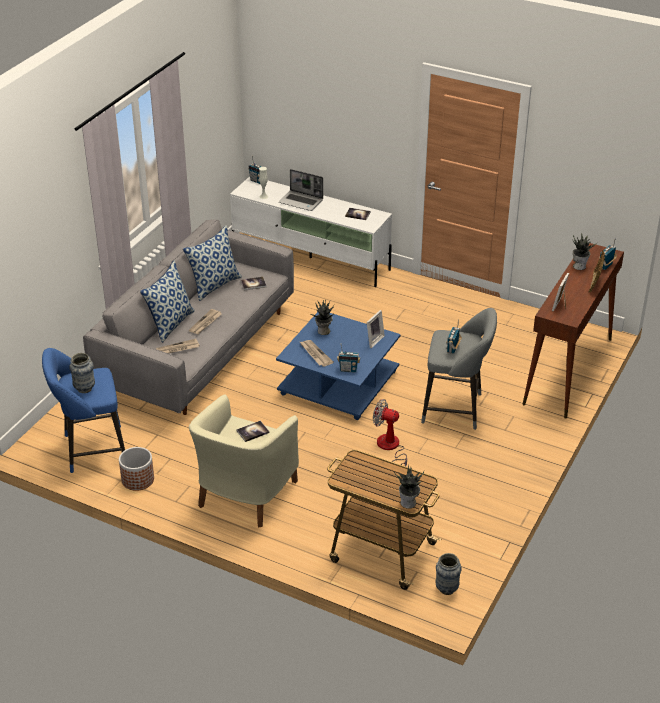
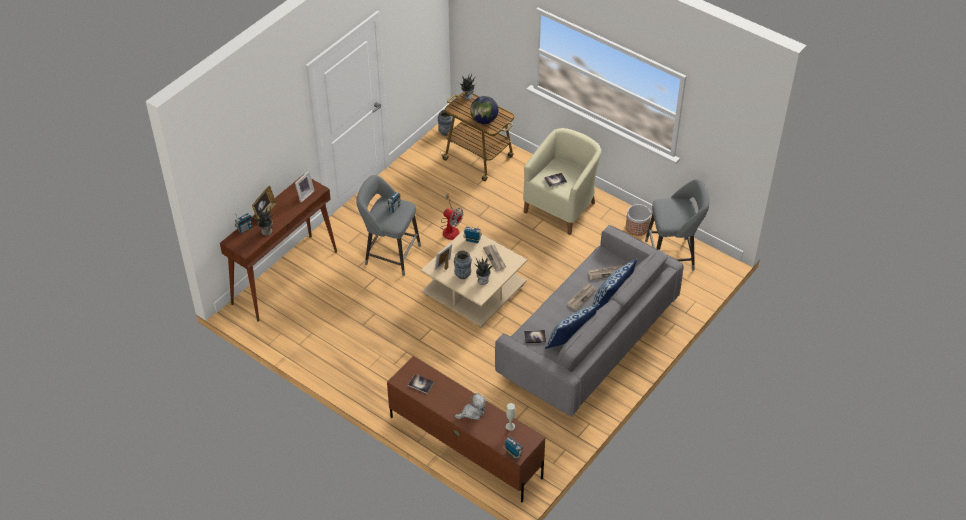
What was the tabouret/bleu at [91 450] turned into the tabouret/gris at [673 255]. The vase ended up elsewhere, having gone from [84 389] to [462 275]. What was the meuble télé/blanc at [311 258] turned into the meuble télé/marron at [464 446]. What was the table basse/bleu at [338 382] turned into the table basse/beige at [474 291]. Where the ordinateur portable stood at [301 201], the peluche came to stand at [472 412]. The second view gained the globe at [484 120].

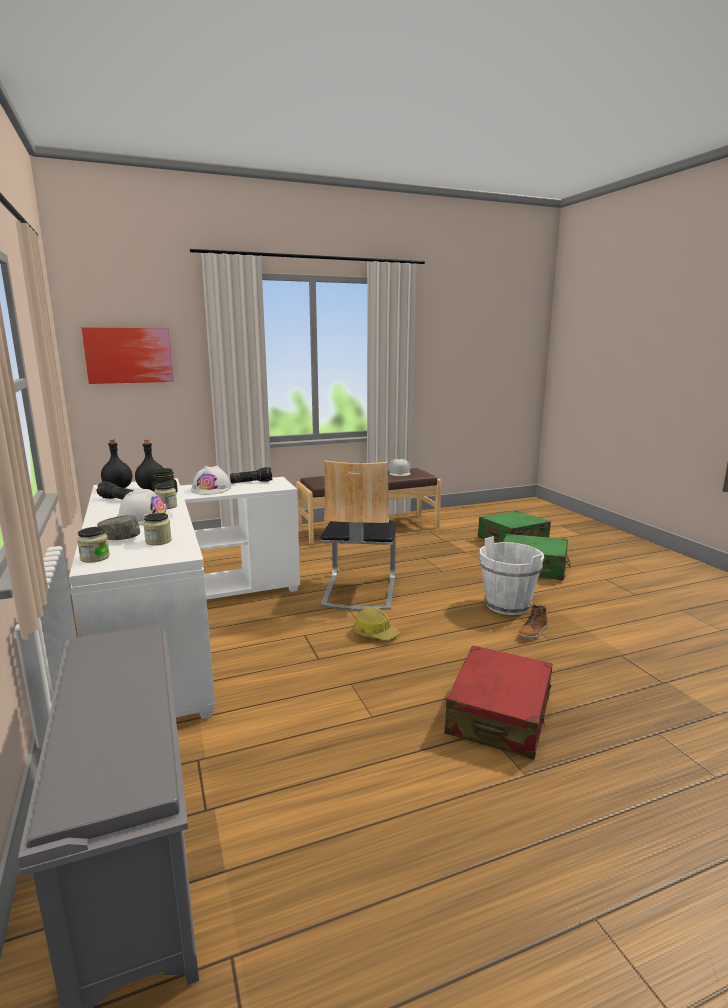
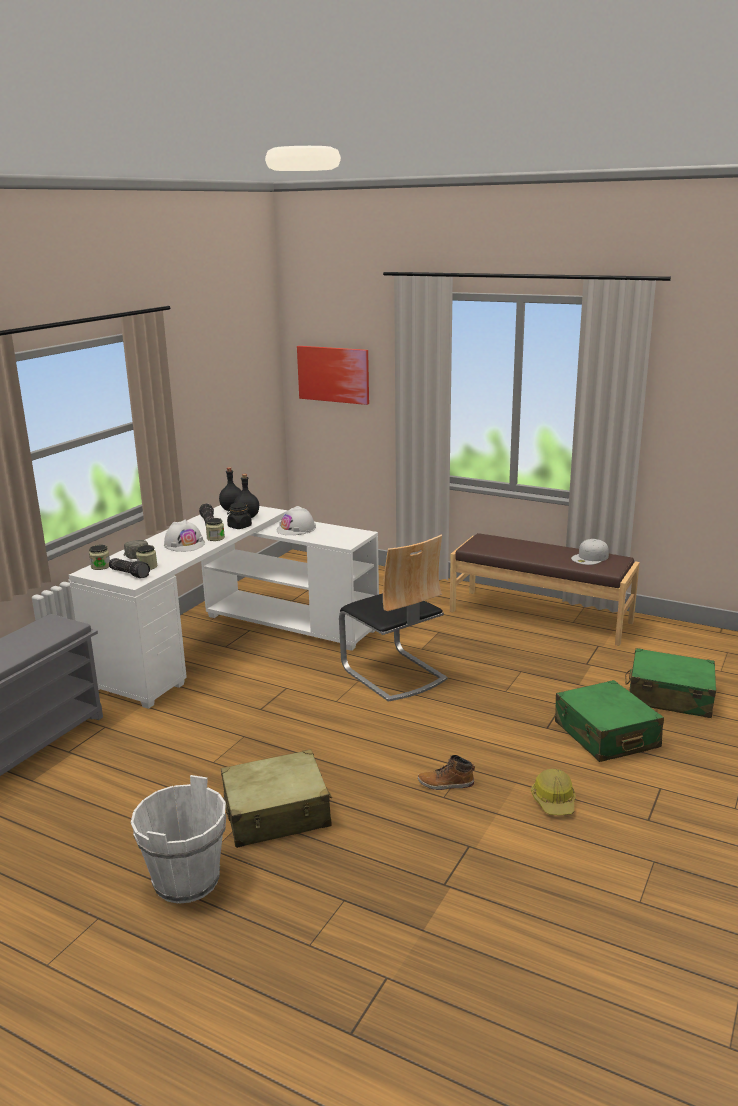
The lampe de poche ended up elsewhere, having gone from [252 482] to [130 573]. The chaise at [359 591] ended up facing another way, 90 degrees counterclockwise from before. The casque de chantier ended up elsewhere, having gone from [375 633] to [554 801]. What was the valise/rouge at [499 716] turned into the valise/beige at [277 813]. The seau/blanc ended up elsewhere, having gone from [507 605] to [186 880].

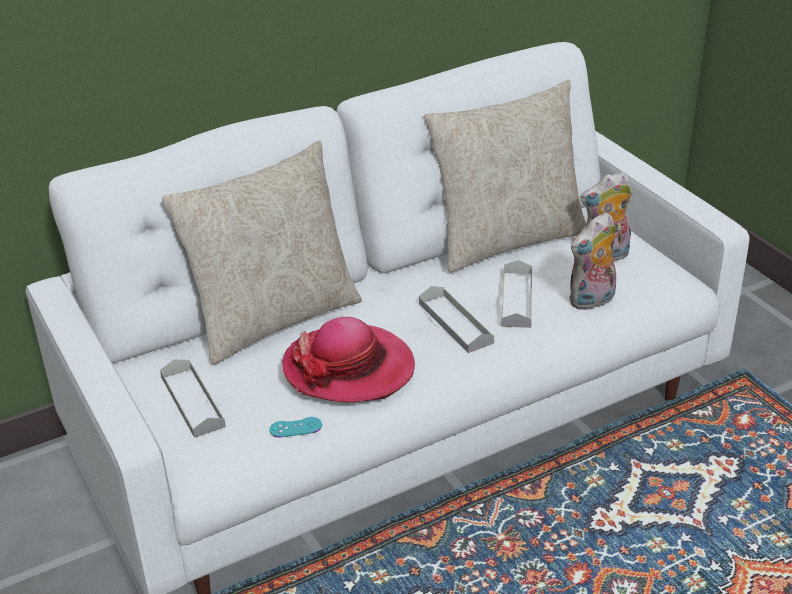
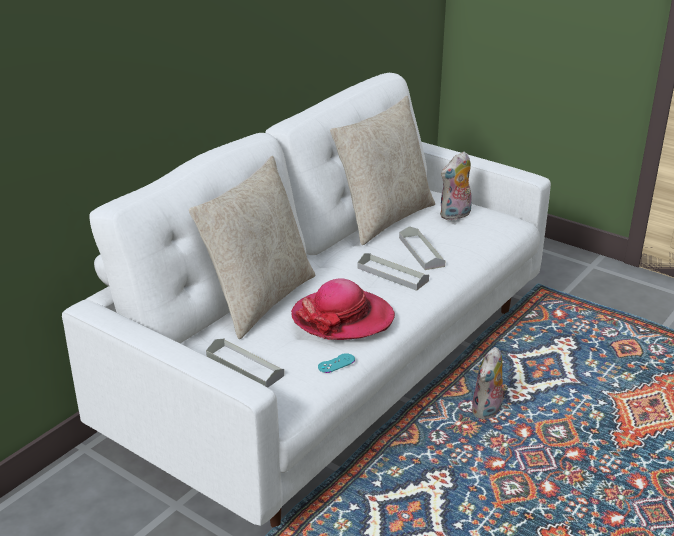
The peluche ended up elsewhere, having gone from [592 301] to [488 411].

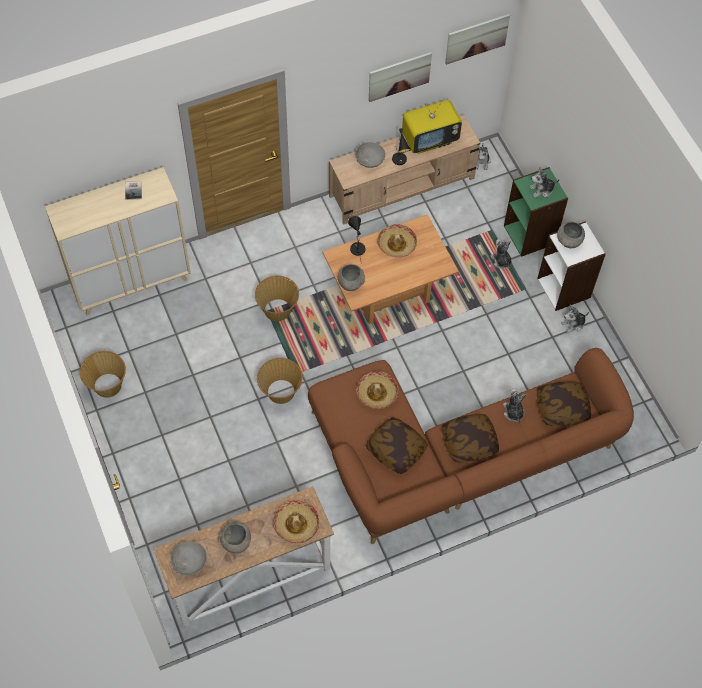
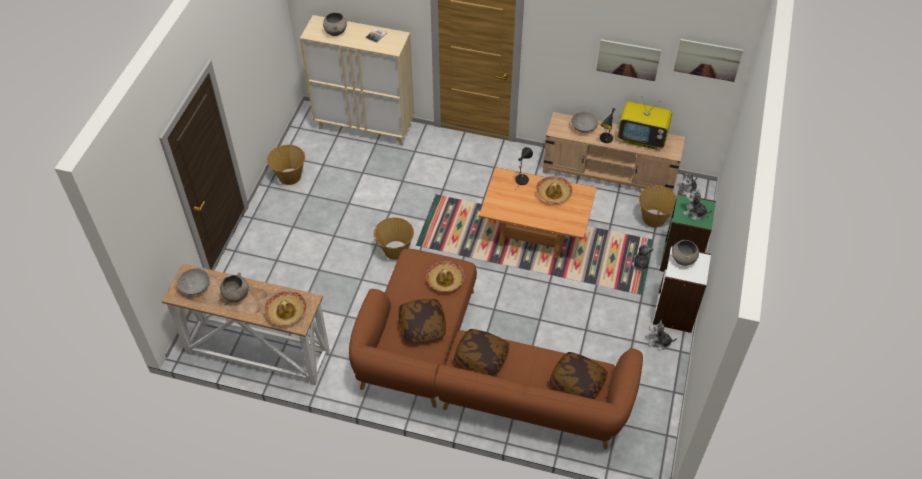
The panier ended up elsewhere, having gone from [278 309] to [654 218]. The bol/gris ended up elsewhere, having gone from [350 283] to [336 32]. The second view lost the peluche at [513 412].

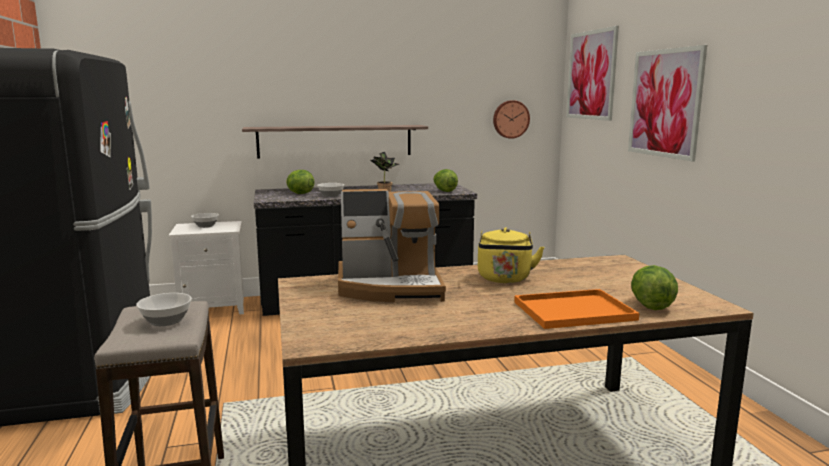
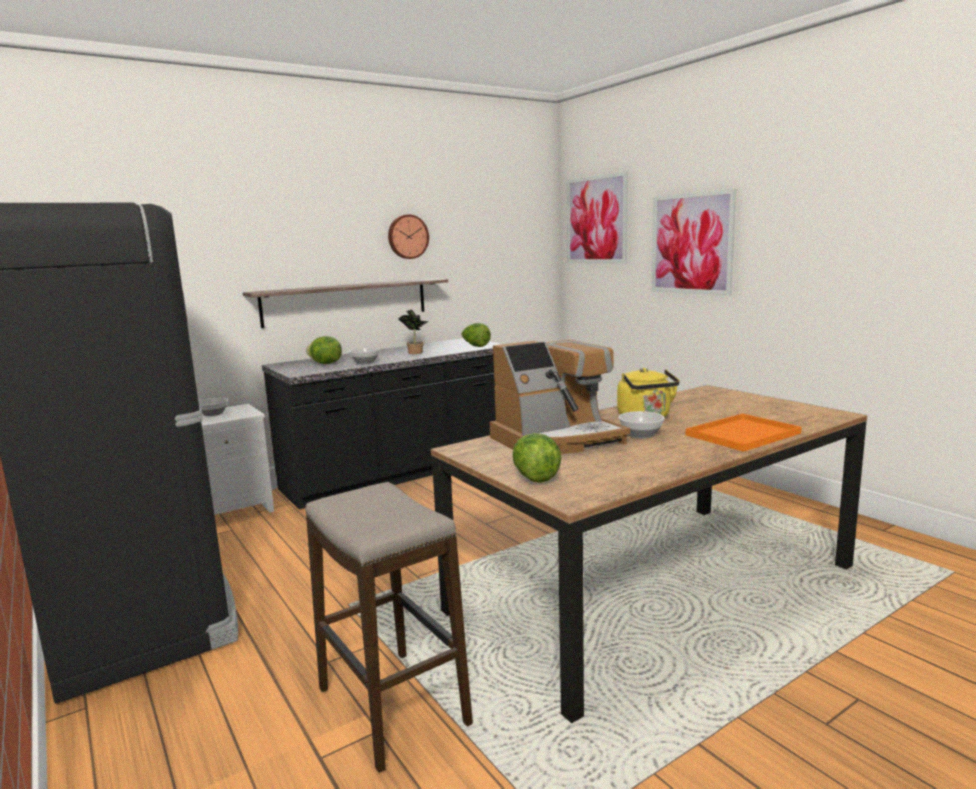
The bol ended up elsewhere, having gone from [167 321] to [640 435]. The horloge murale ended up elsewhere, having gone from [510 119] to [407 237]. The laitue ended up elsewhere, having gone from [650 305] to [535 477].

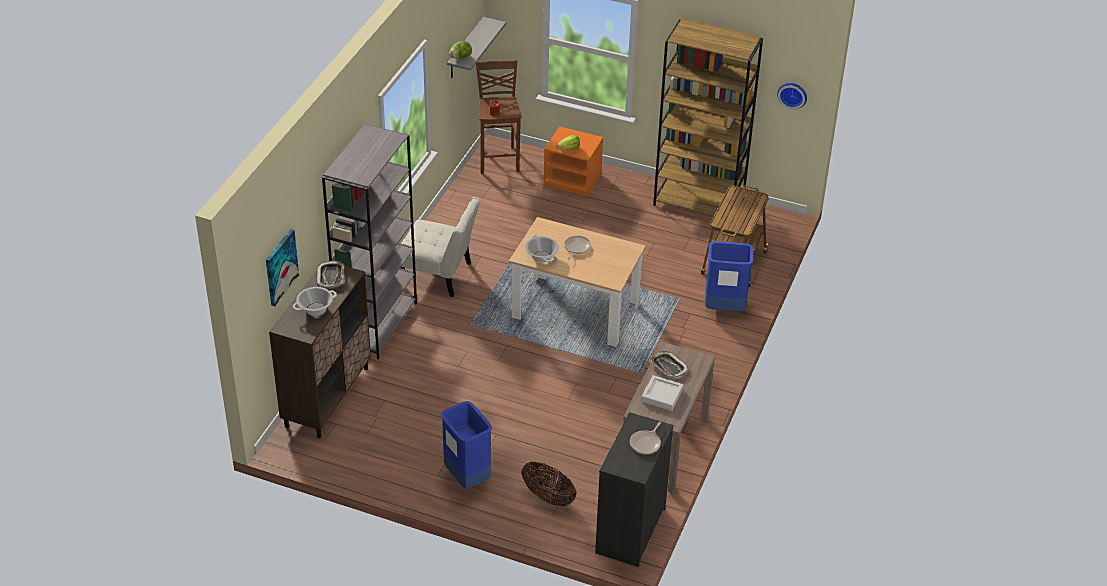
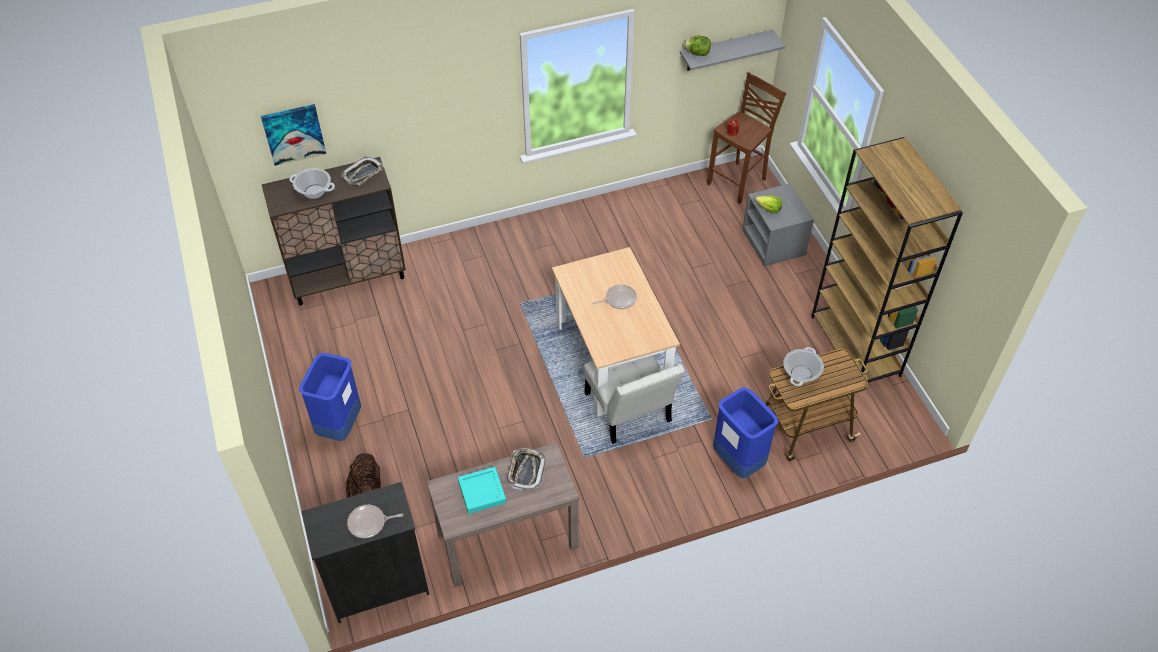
The second view lost the bibliothèque/gris at [377 324]. The chaise/blanc ended up elsewhere, having gone from [439 275] to [629 411]. The marmite ended up elsewhere, having gone from [542 256] to [801 374]. What was the table de chevet/orange at [573 180] turned into the table de chevet/gris at [774 243]. What was the plateau/gris at [662 395] turned into the plateau/turquoise at [482 492]. The second view lost the horloge murale at [792 94].

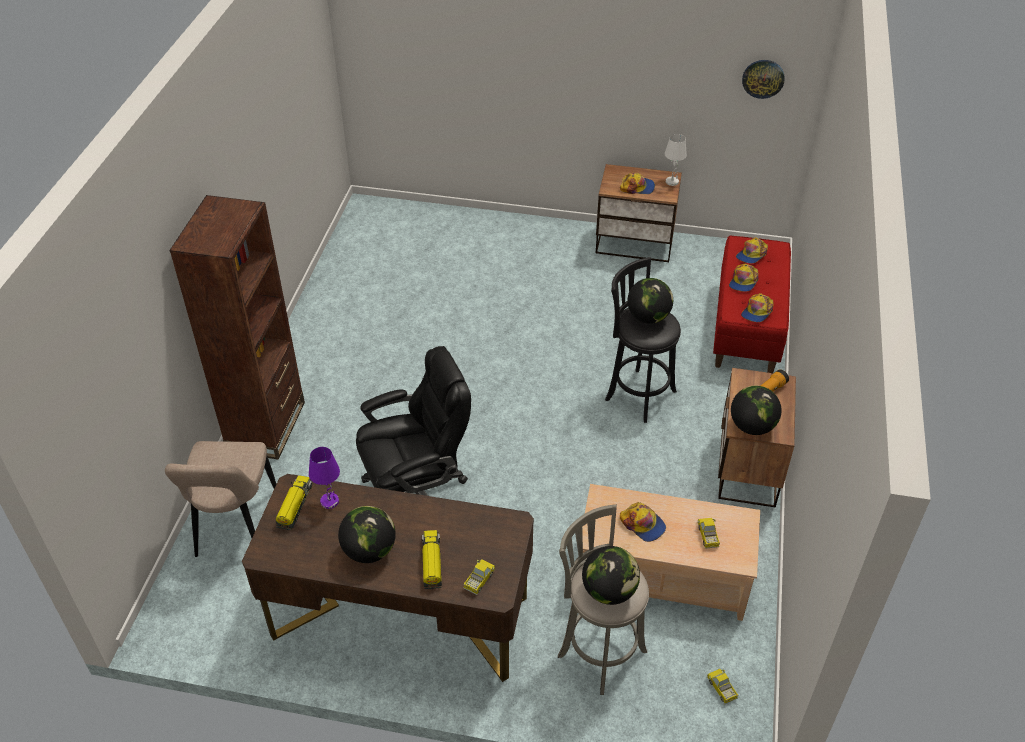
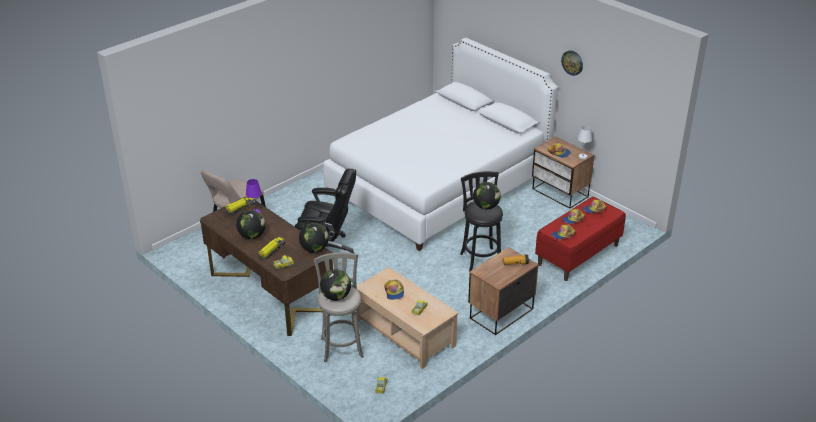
The second view lost the bibliothèque/marron at [266 426]. The globe ended up elsewhere, having gone from [752 426] to [314 249]. The horloge murale ended up elsewhere, having gone from [763 78] to [572 62]. The second view gained the lit/blanc at [438 185].

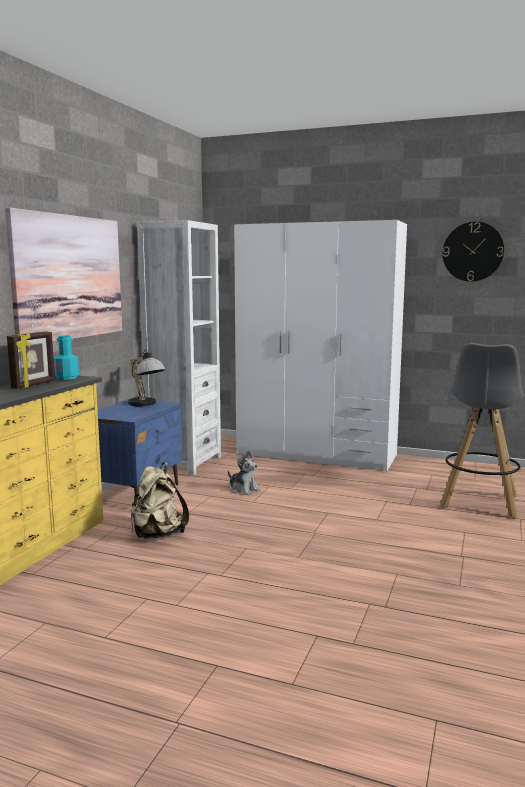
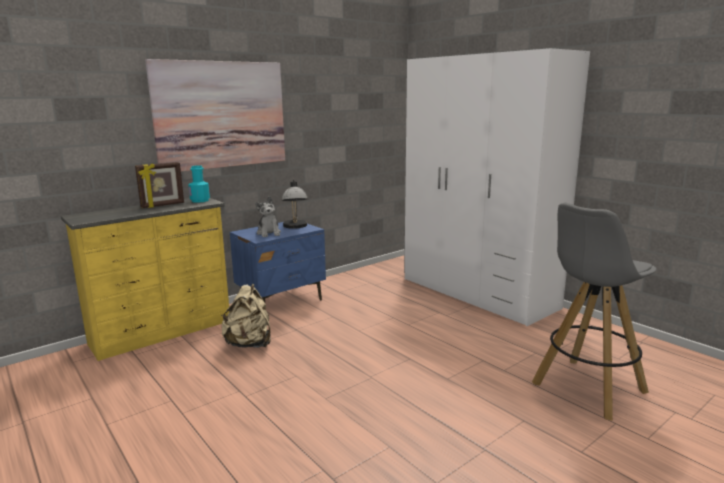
The second view lost the bibliothèque/blanc at [184 463]. The peluche ended up elsewhere, having gone from [243 490] to [269 233]. The second view lost the horloge murale at [472 251].

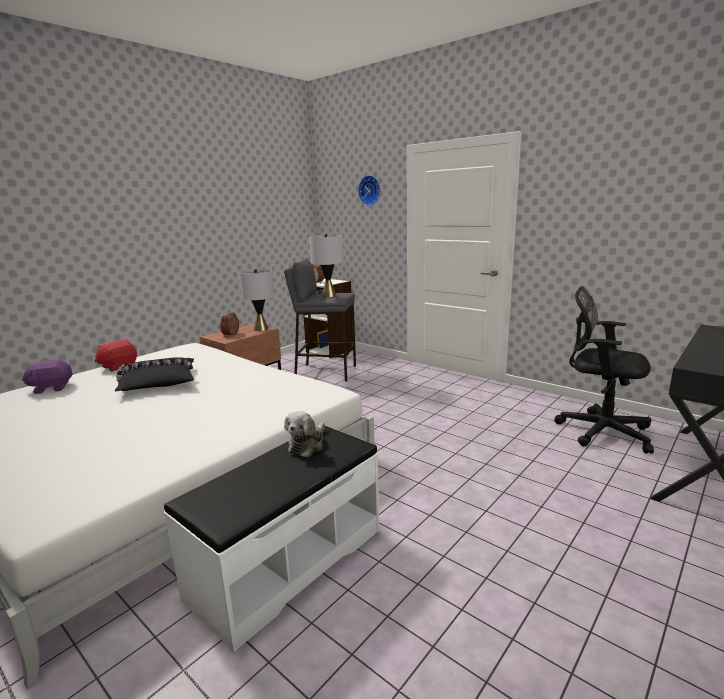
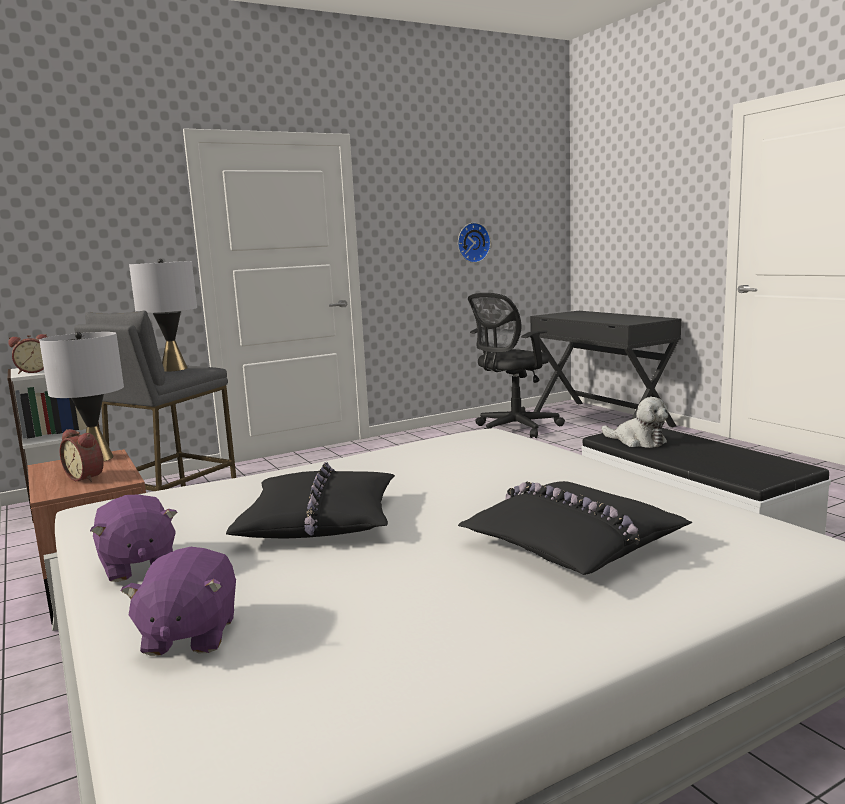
What was the peluche/rouge at [118 366] turned into the peluche/violet at [137 565]. The horloge murale ended up elsewhere, having gone from [370 190] to [472 242]. The second view gained the coussin/noir at [570 544].

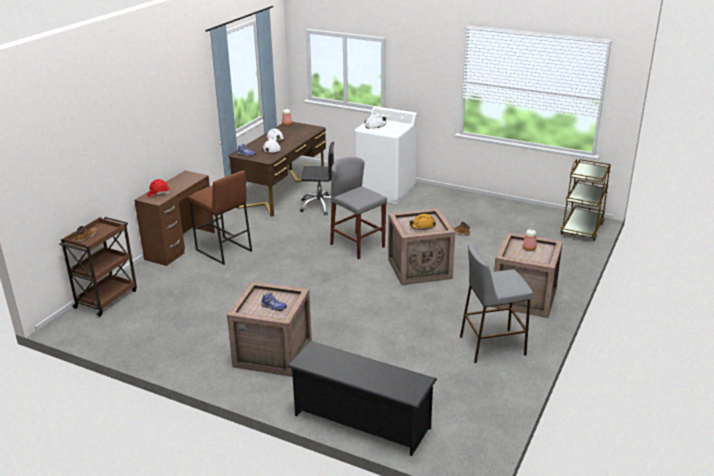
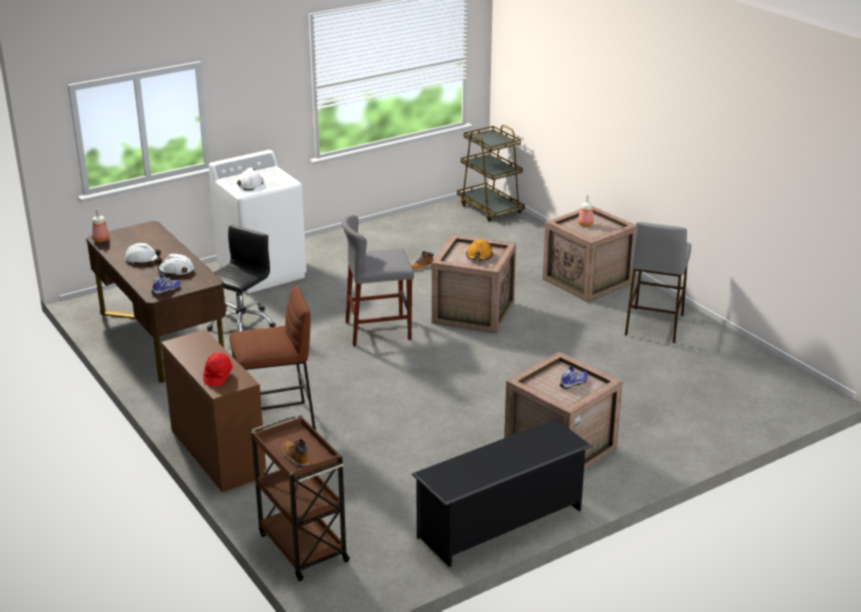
The étagère à chaussures/noir ended up elsewhere, having gone from [361 421] to [501 523].

